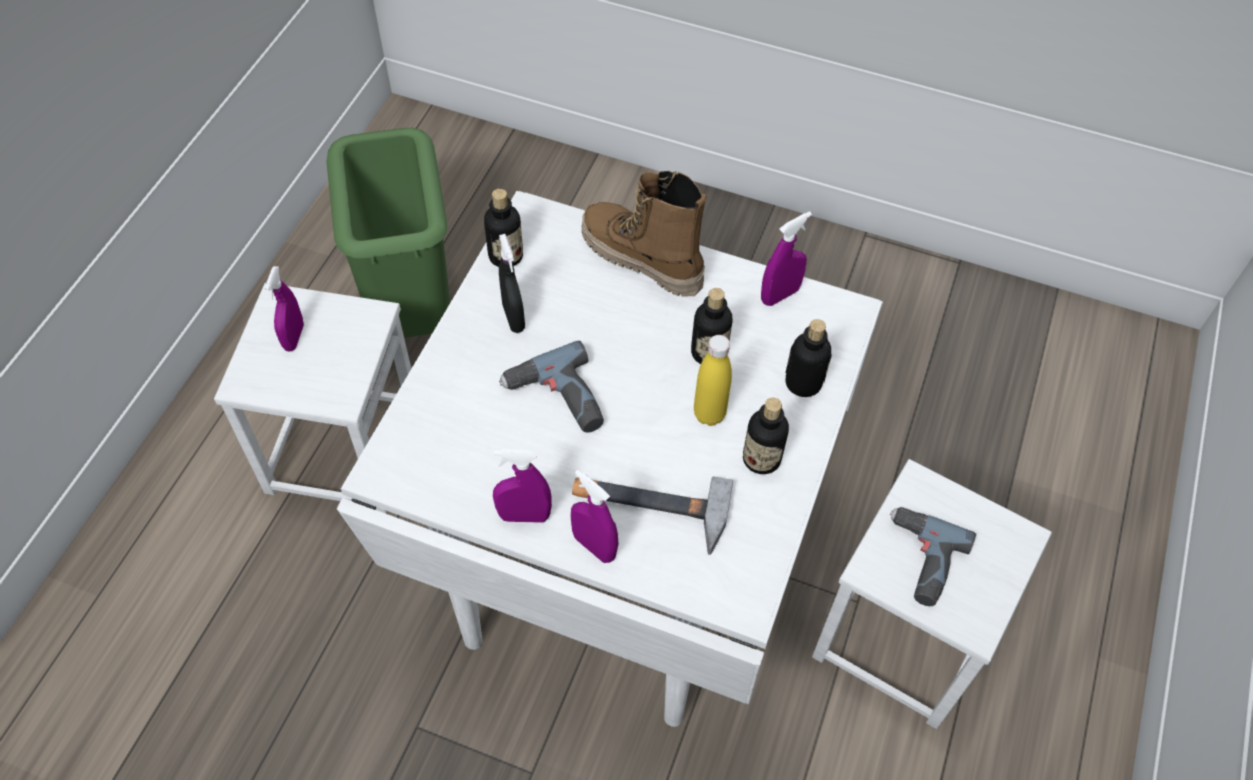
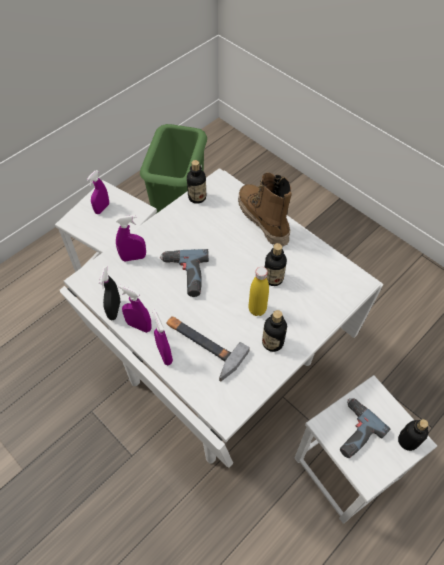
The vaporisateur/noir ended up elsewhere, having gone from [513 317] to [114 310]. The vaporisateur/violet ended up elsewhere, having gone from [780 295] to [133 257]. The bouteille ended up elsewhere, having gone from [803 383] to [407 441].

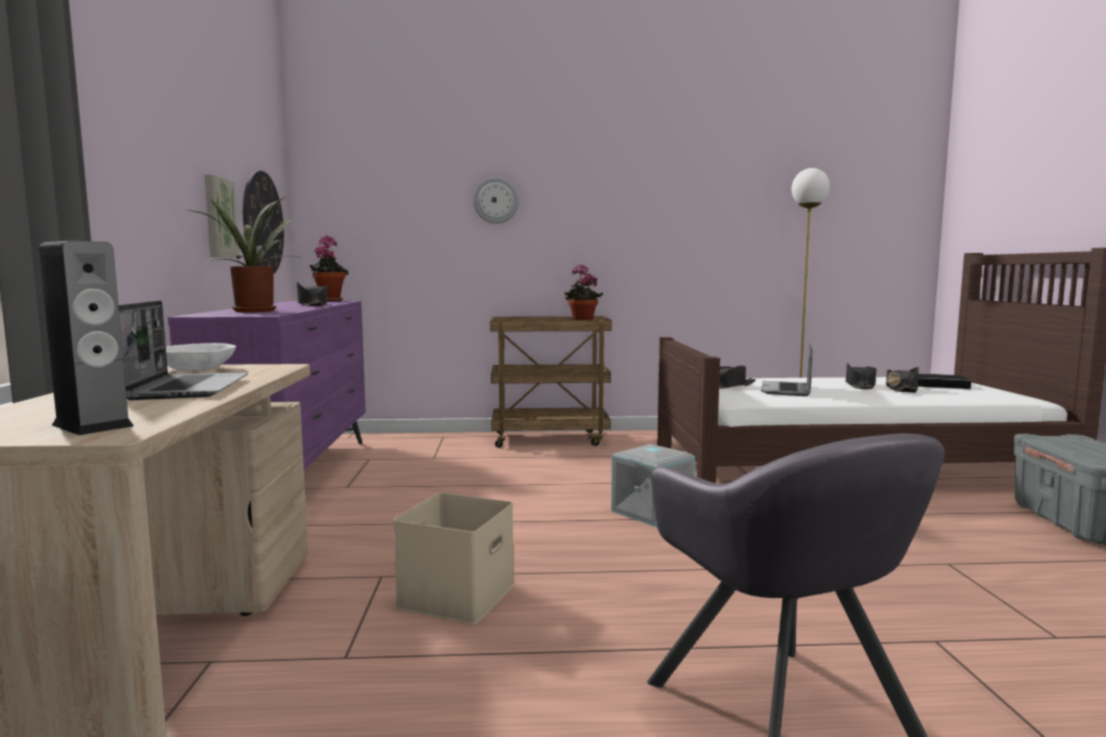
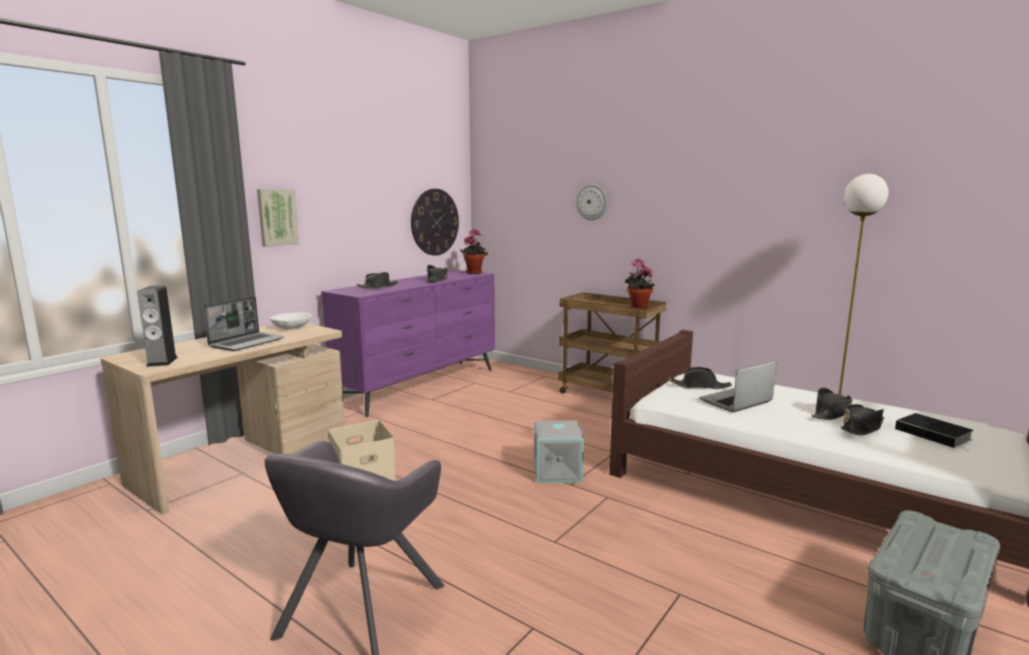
Where the plante en pot stood at [255 311], the chapeau/noir came to stand at [378 287]. The tableau ended up elsewhere, having gone from [219 218] to [277 217].

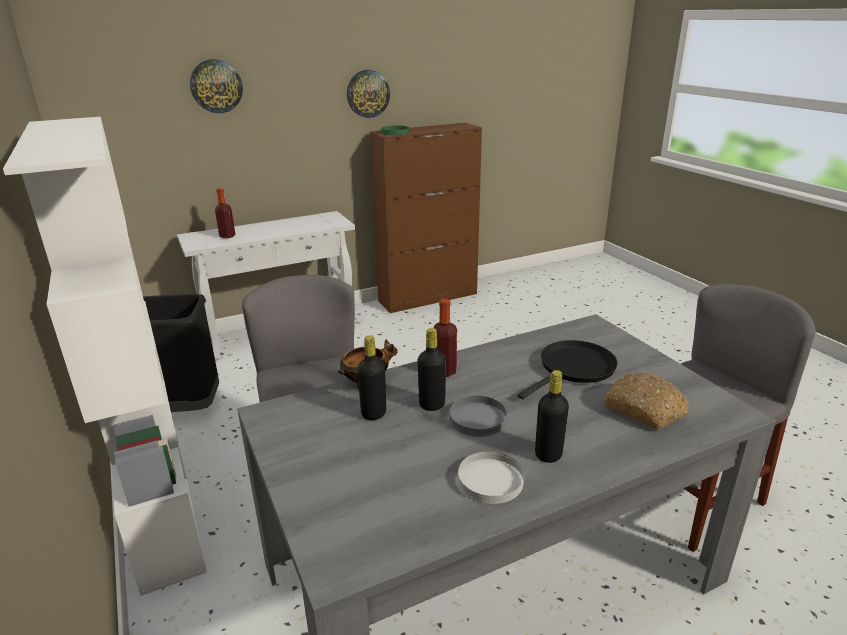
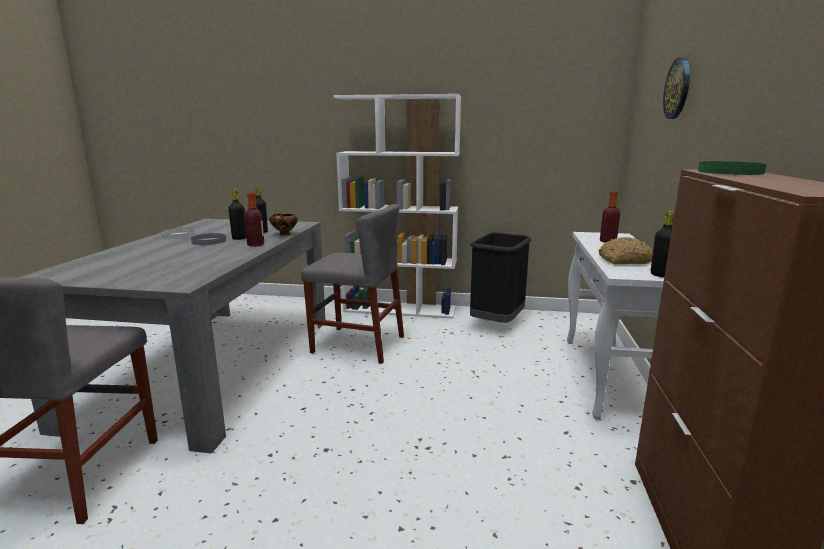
The second view lost the horloge murale at [368 93]. The second view lost the poêle/noir at [574 368]. The bouteille/noir ended up elsewhere, having gone from [548 454] to [660 275]. The pain ended up elsewhere, having gone from [646 409] to [624 260].

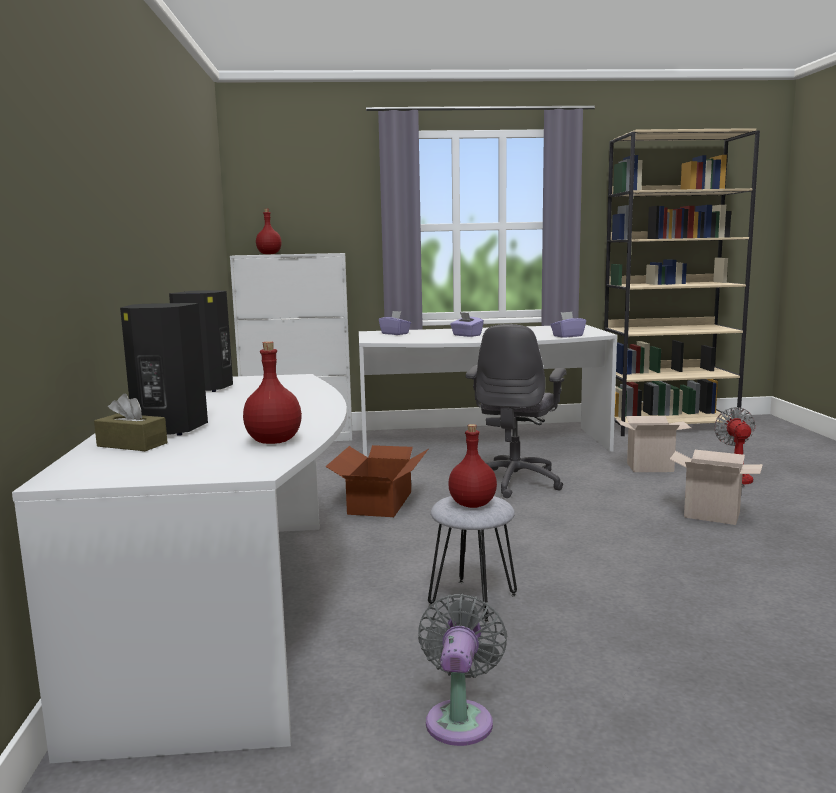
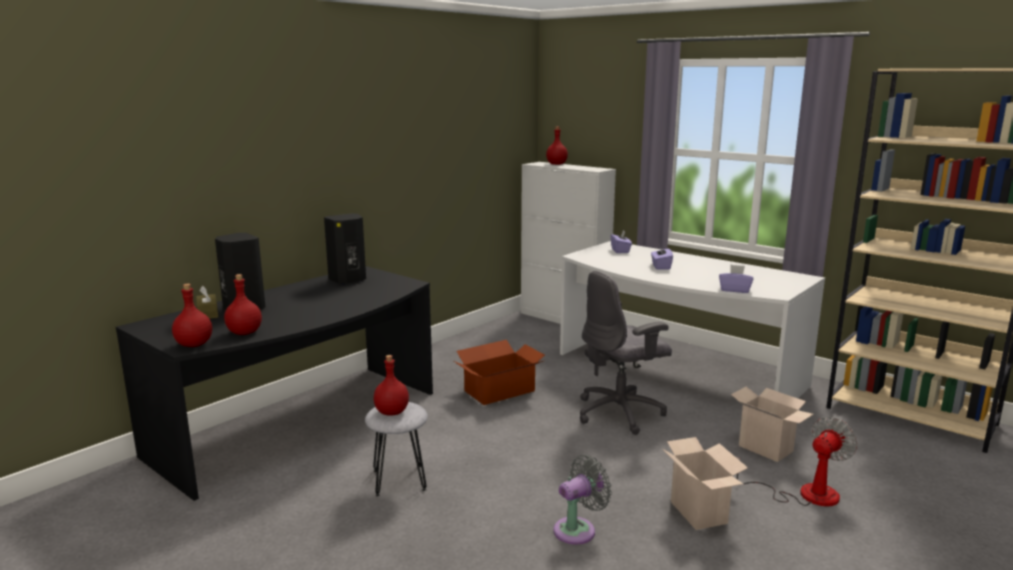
What was the bureau/blanc at [237 610] turned into the bureau/noir at [303 425]. The ventilateur/gris ended up elsewhere, having gone from [460 718] to [578 529]. The second view gained the bouteille/rouge at [194 345].

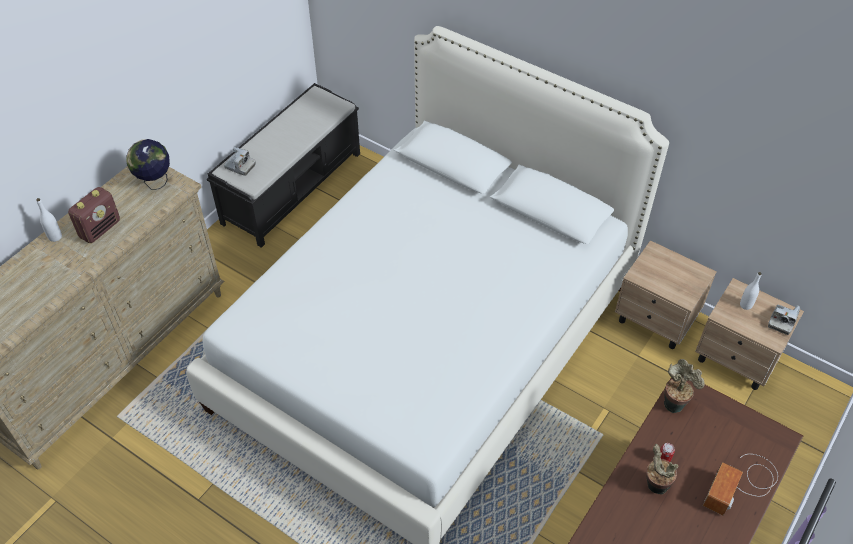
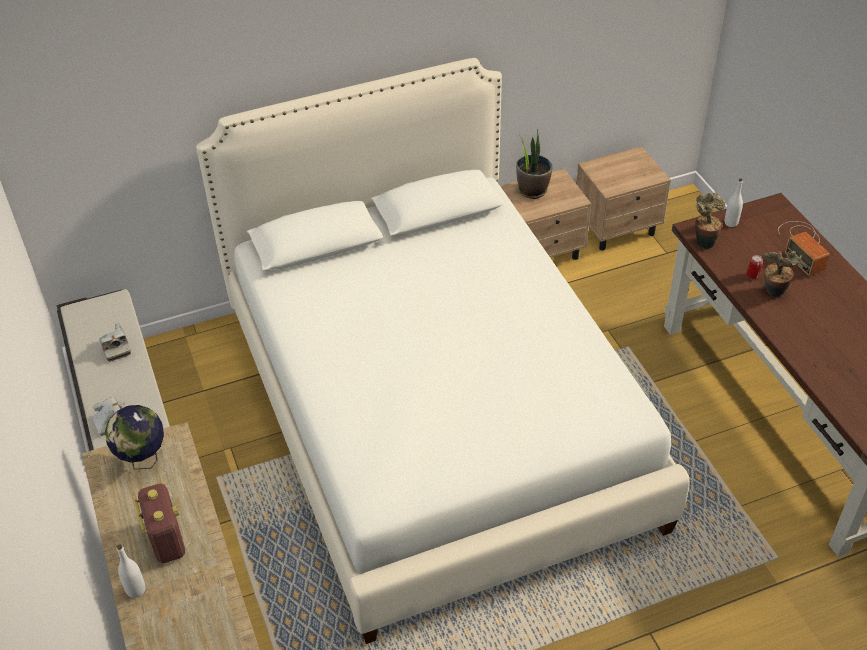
The bouteille/blanc ended up elsewhere, having gone from [745 305] to [731 223]. The appareil photo ended up elsewhere, having gone from [782 321] to [115 348]. The second view gained the plante en pot at [532 190].

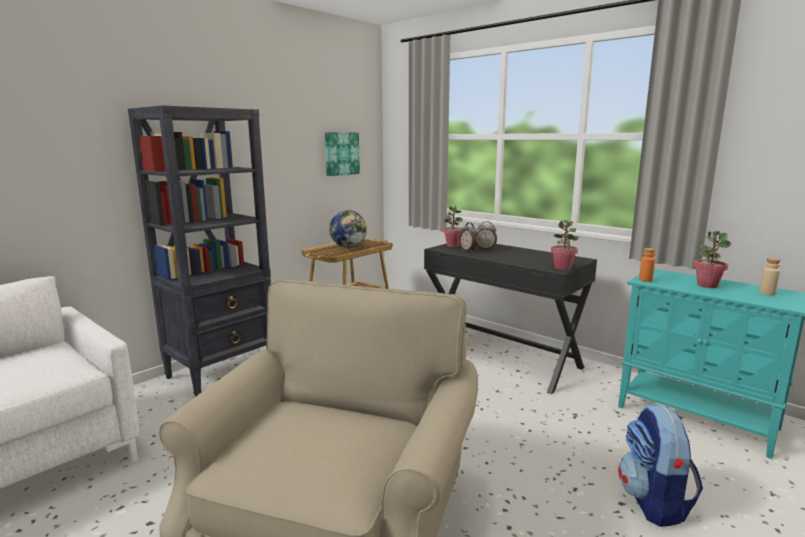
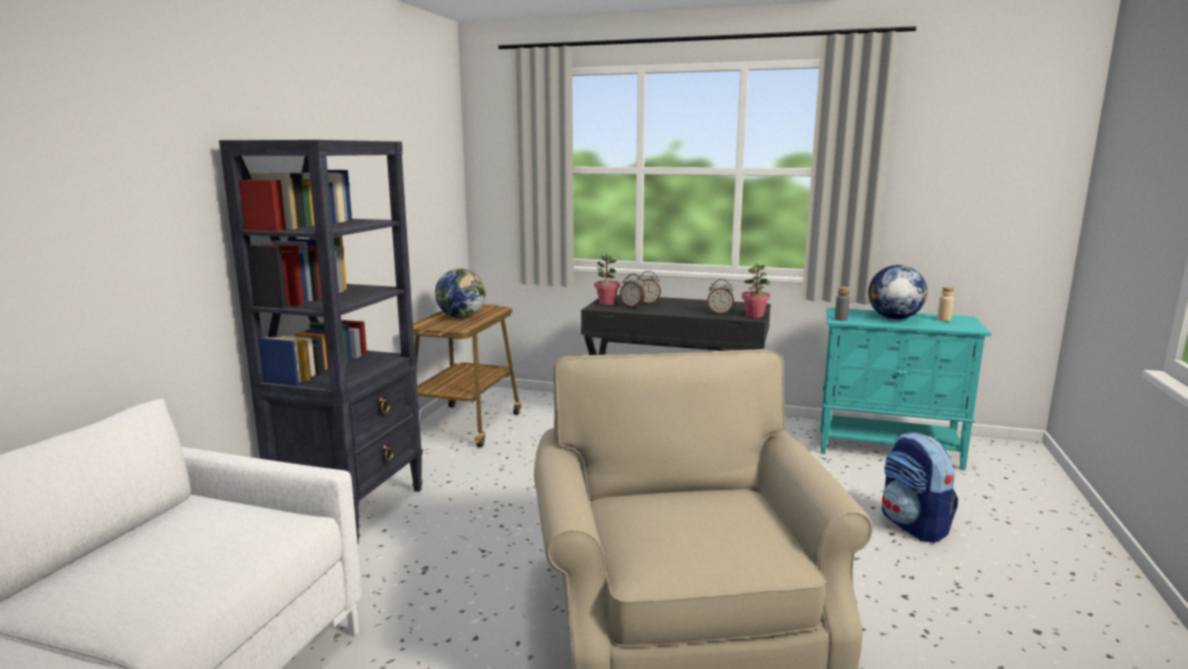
The second view lost the tableau at [341 153]. What was the bouteille/orange at [645 280] turned into the bouteille/gris at [841 319]. Where the plante en pot stood at [707 285], the globe came to stand at [893 318]. The second view gained the réveil at [720 313].

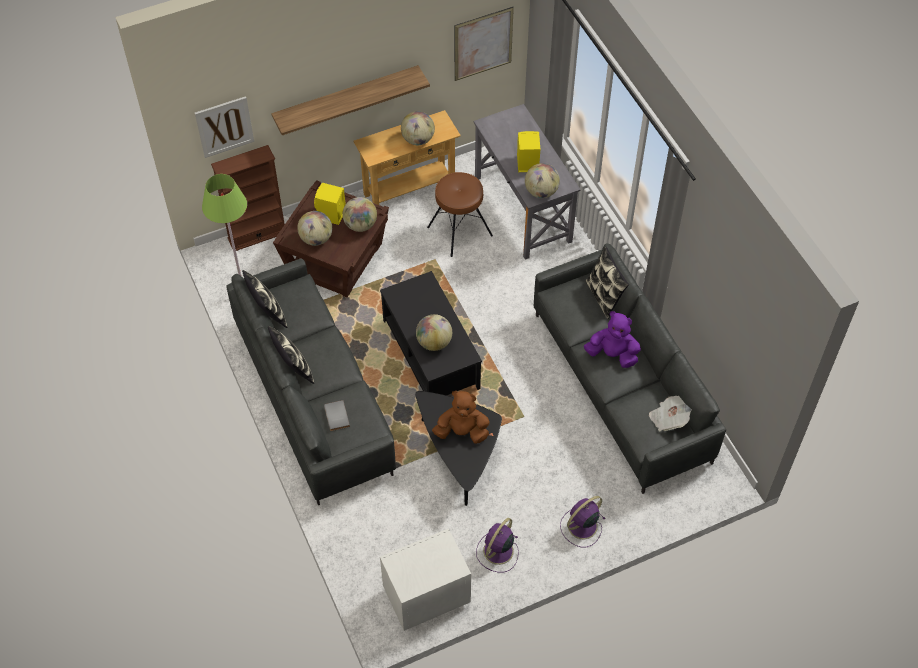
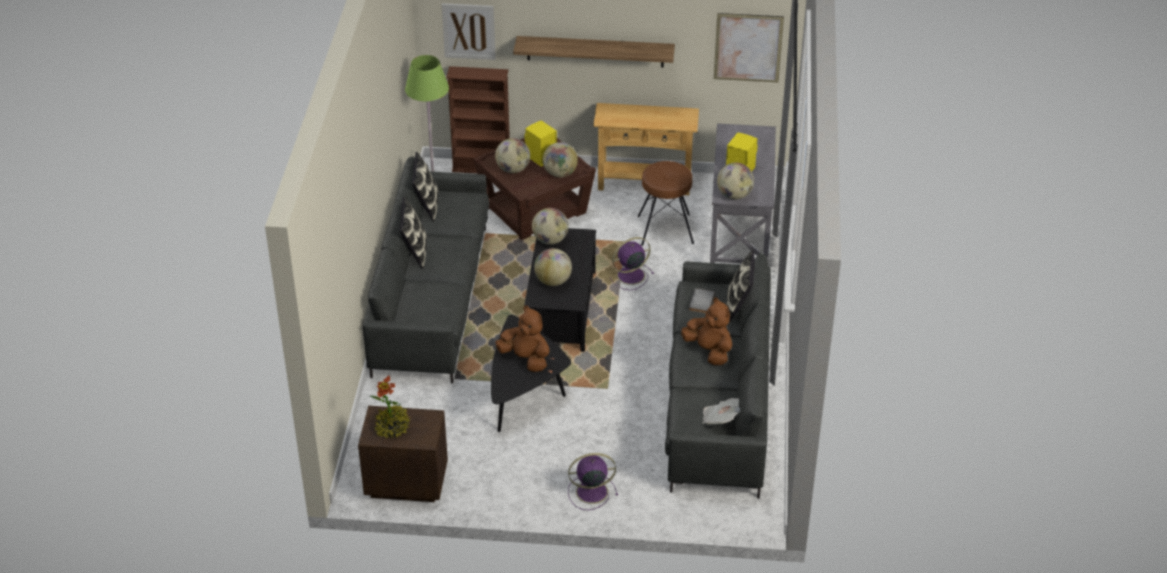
The livre/gris ended up elsewhere, having gone from [335 416] to [700 302]. What was the table de chevet/blanc at [425 596] turned into the table de chevet/marron at [405 482]. The globe ended up elsewhere, having gone from [418 139] to [550 240]. The ventilateur/violet ended up elsewhere, having gone from [497 552] to [629 276]. What was the peluche/violet at [612 354] turned into the peluche/marron at [709 351]. The second view gained the plante en pot at [392 427].

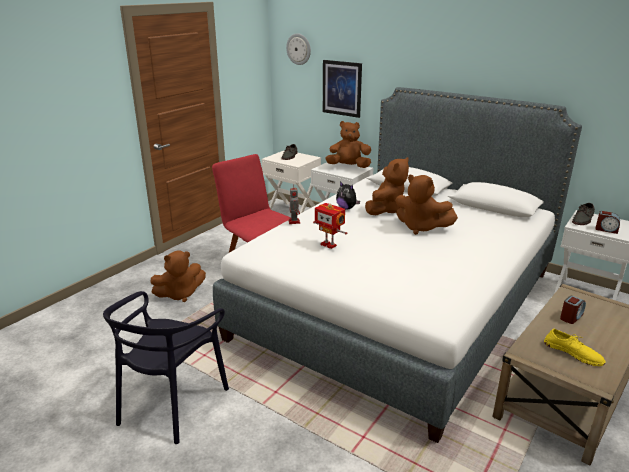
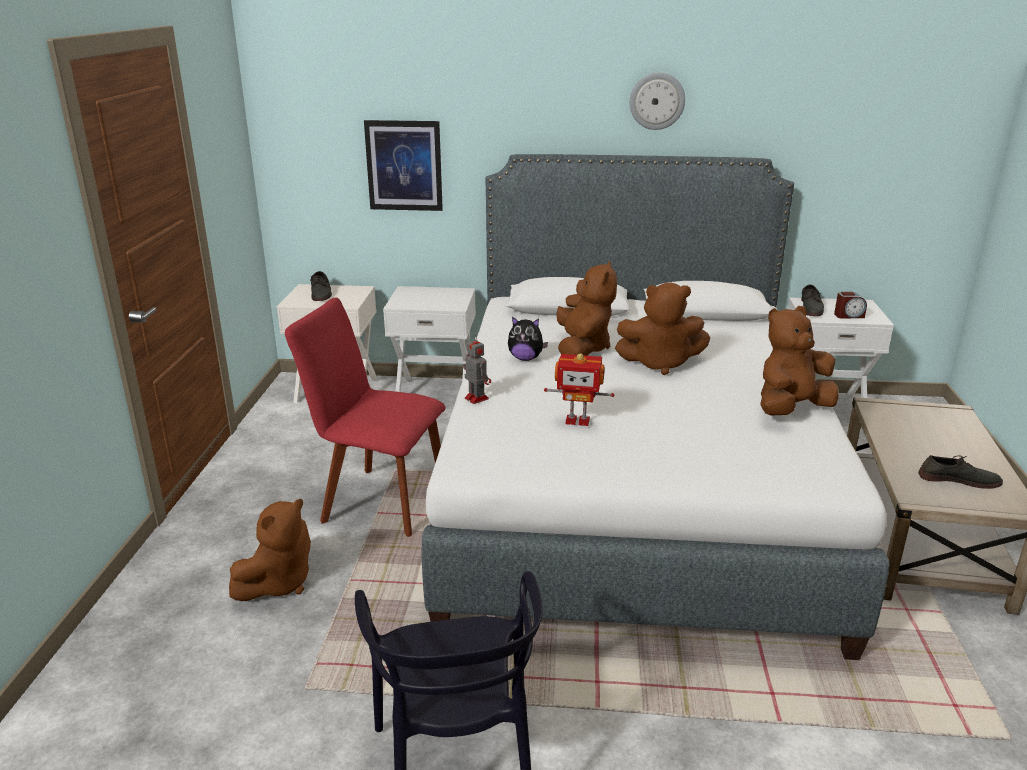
The horloge murale ended up elsewhere, having gone from [299 49] to [657 101]. The peluche/marron ended up elsewhere, having gone from [348 167] to [791 409]. What was the chaussure/jaune at [573 352] turned into the chaussure/gris at [958 479]. The second view lost the réveil at [571 317].

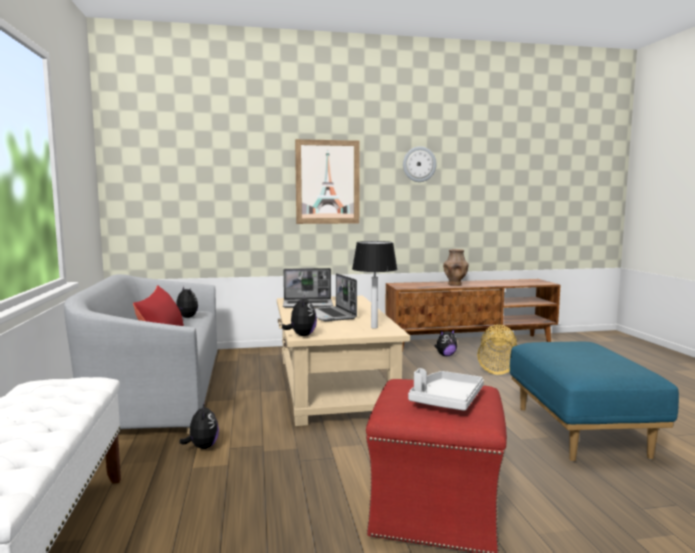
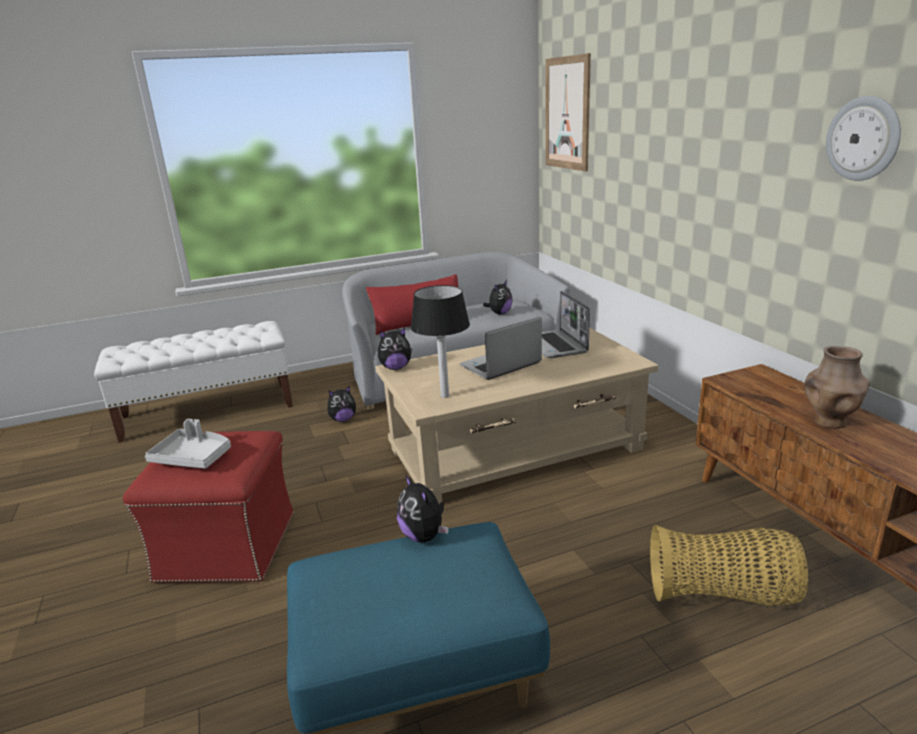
The tableau ended up elsewhere, having gone from [327 182] to [567 113]. The peluche ended up elsewhere, having gone from [445 355] to [424 536].

